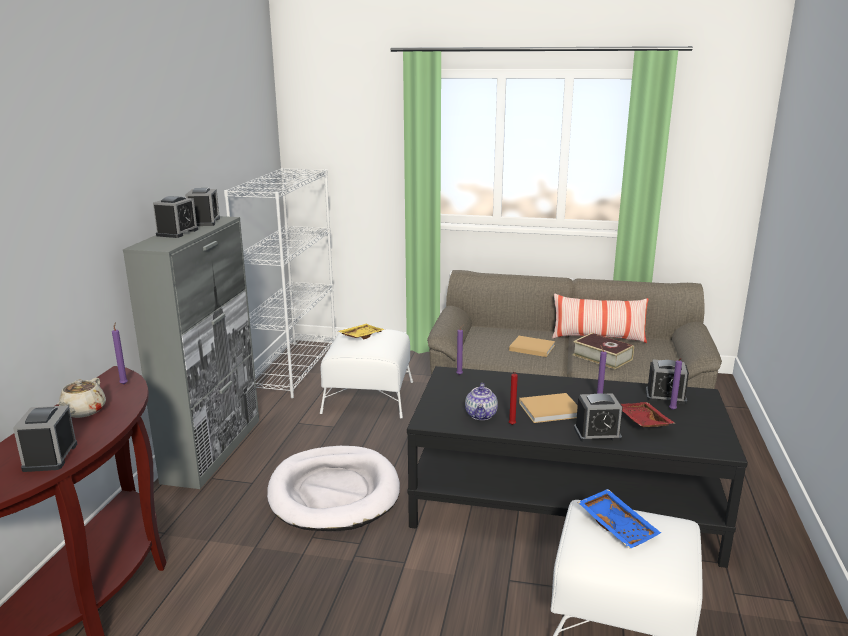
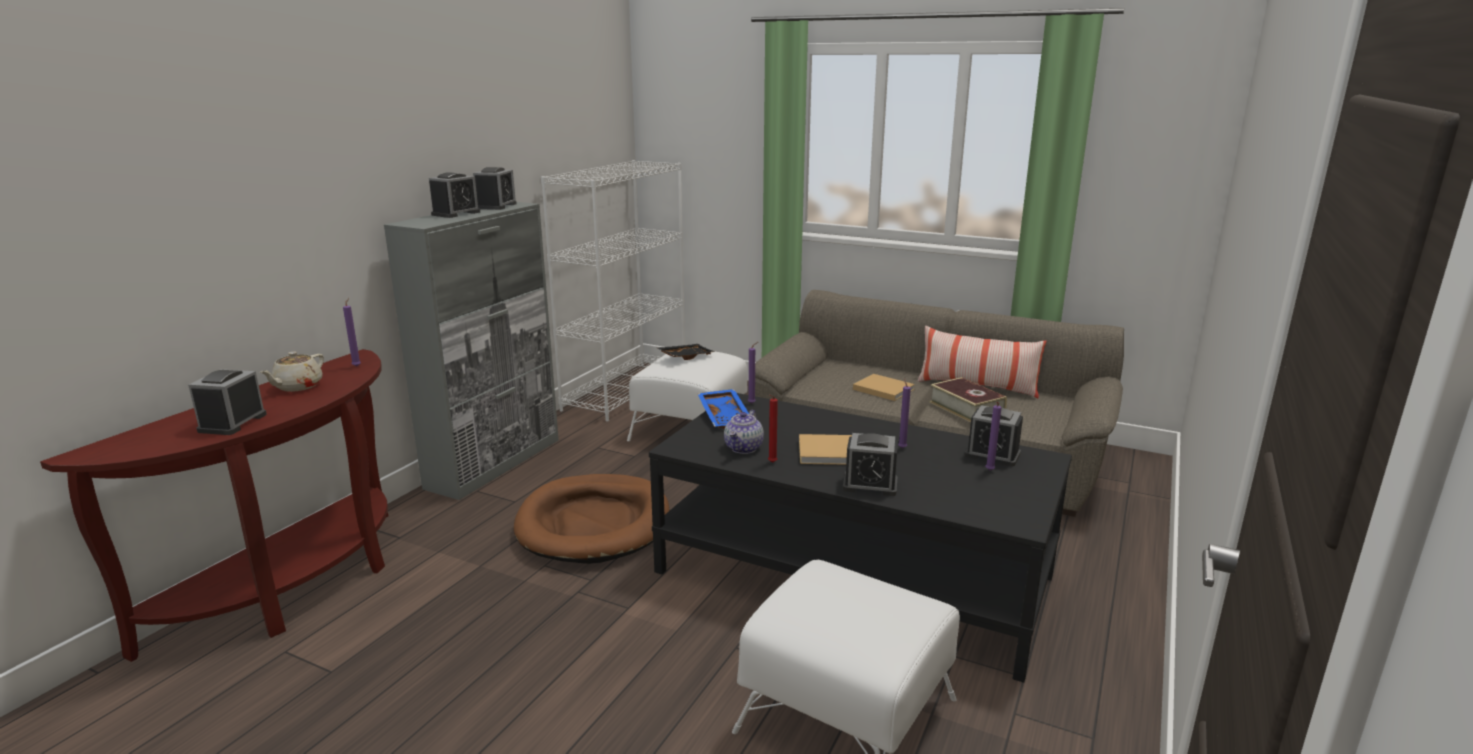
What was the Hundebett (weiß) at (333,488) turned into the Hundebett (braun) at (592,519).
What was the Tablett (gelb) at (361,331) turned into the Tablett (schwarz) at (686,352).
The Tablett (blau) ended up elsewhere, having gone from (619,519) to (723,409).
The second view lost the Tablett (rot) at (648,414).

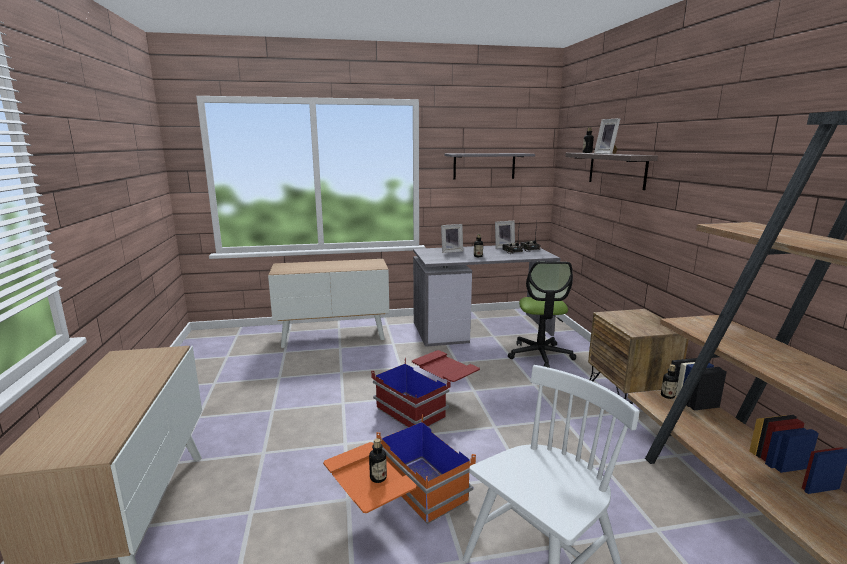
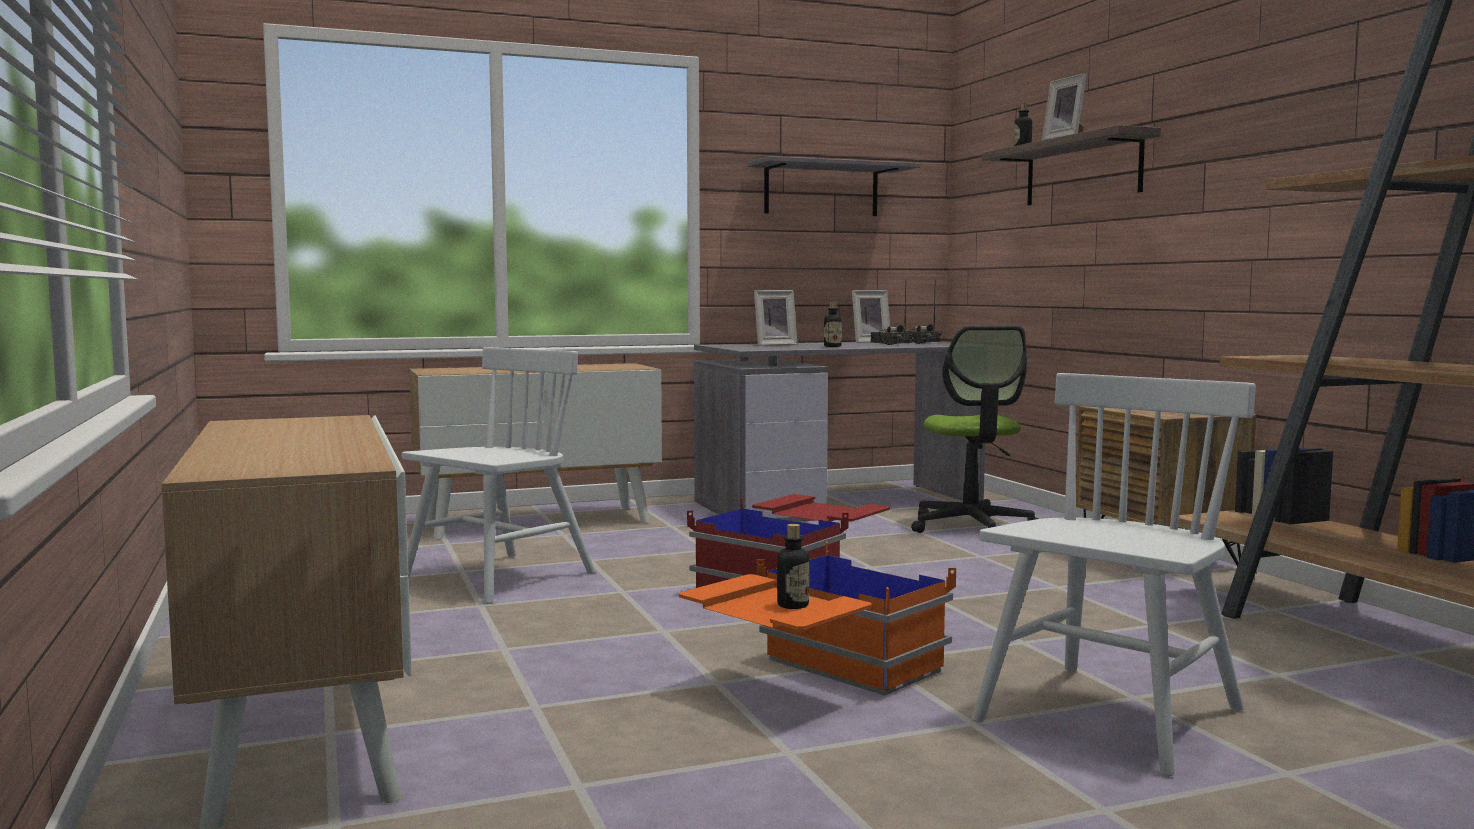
The second view lost the Flasche at (669,381).
The second view gained the Stuhl (weiß) at (499,475).

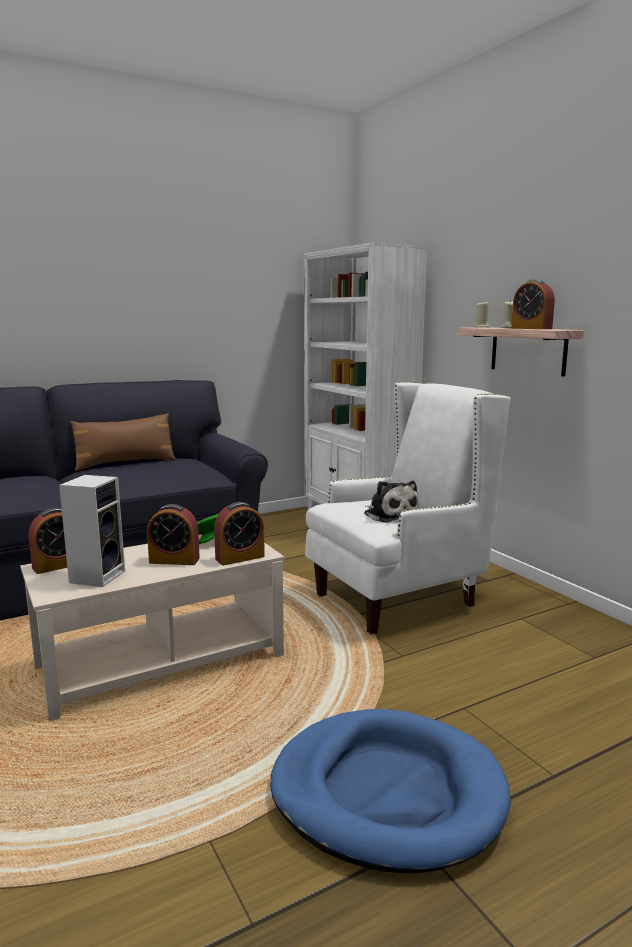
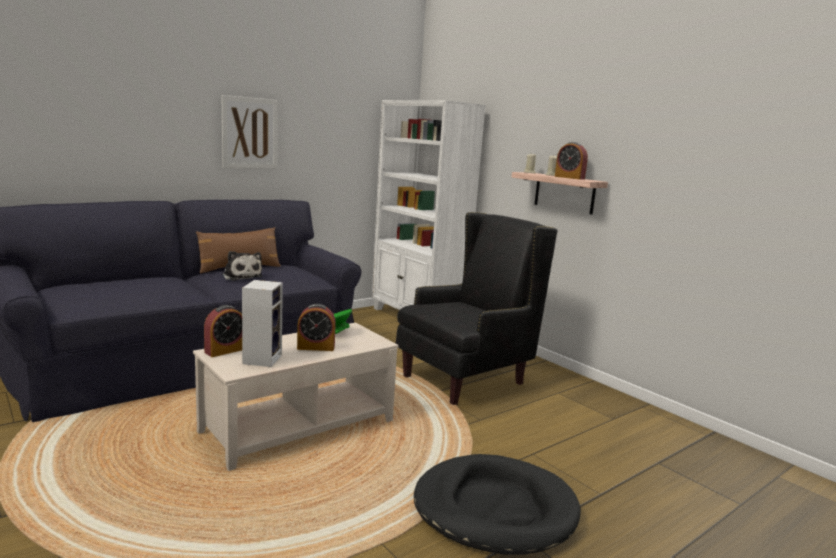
The second view lost the Wecker at (239,534).
What was the Hundebett (blau) at (391,791) turned into the Hundebett (schwarz) at (497,504).
What was the Sessel (weiß) at (407,508) turned into the Sessel (schwarz) at (477,308).
The Plüschtier ended up elsewhere, having gone from (391,501) to (242,266).
The second view gained the Bild at (250,132).

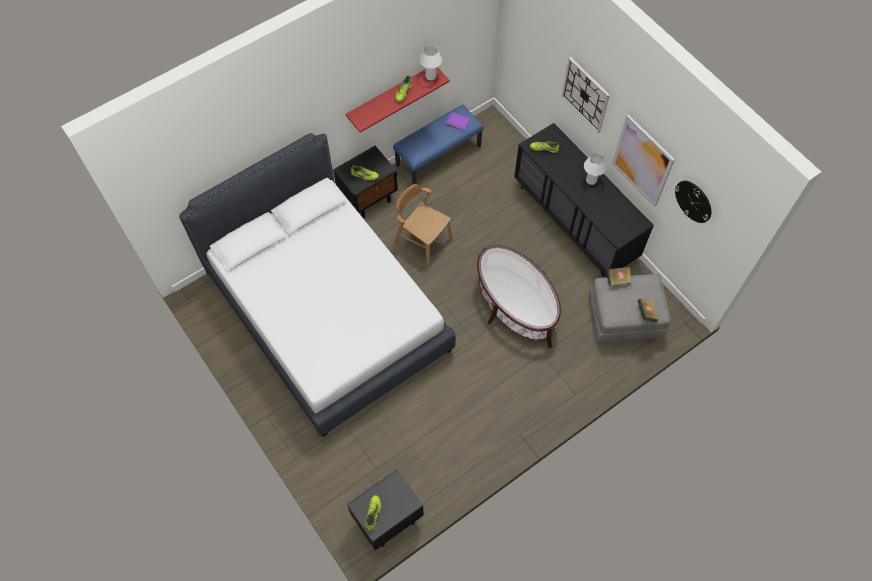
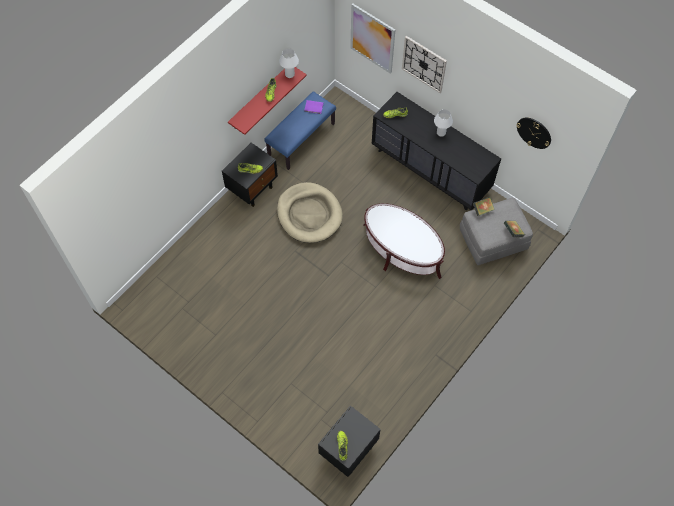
The second view lost the Bett (weiß) at (317,285).
Where the Stuhl (braun) stood at (423,225), the Hundebett (beige) came to stand at (310,212).
The Bild ended up elsewhere, having gone from (643,160) to (372,38).

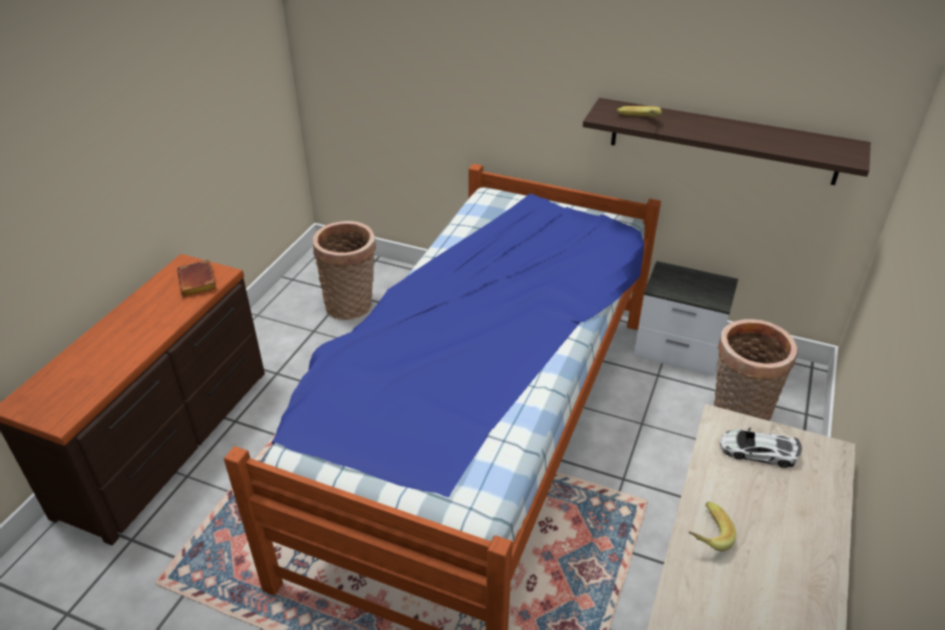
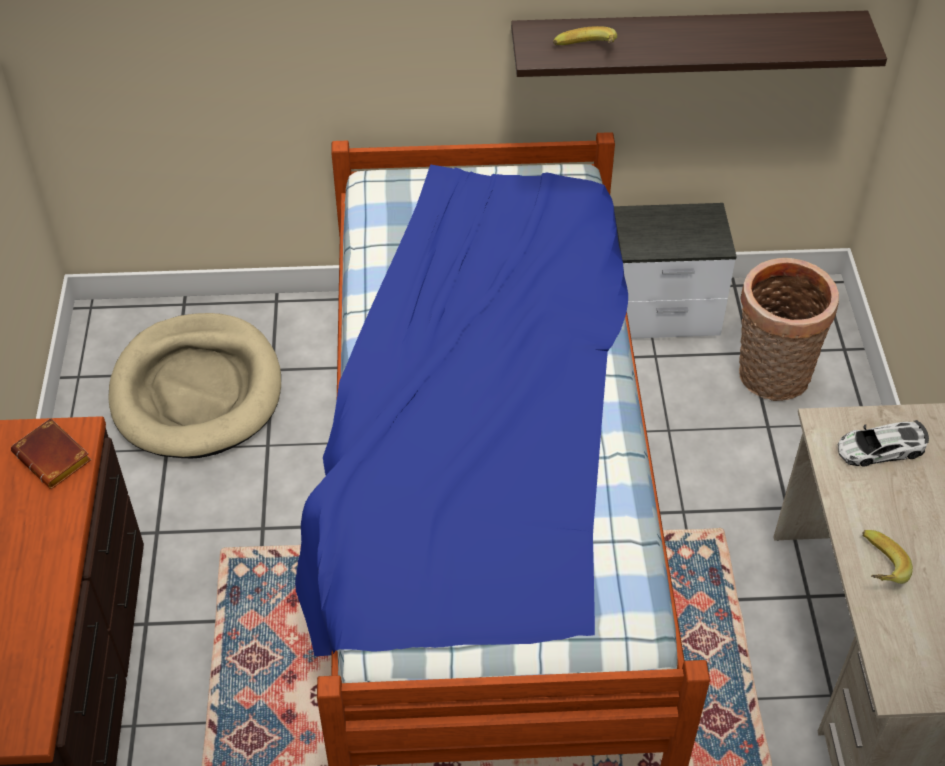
Where the Korb stood at (344,270), the Hundebett (beige) came to stand at (194,385).

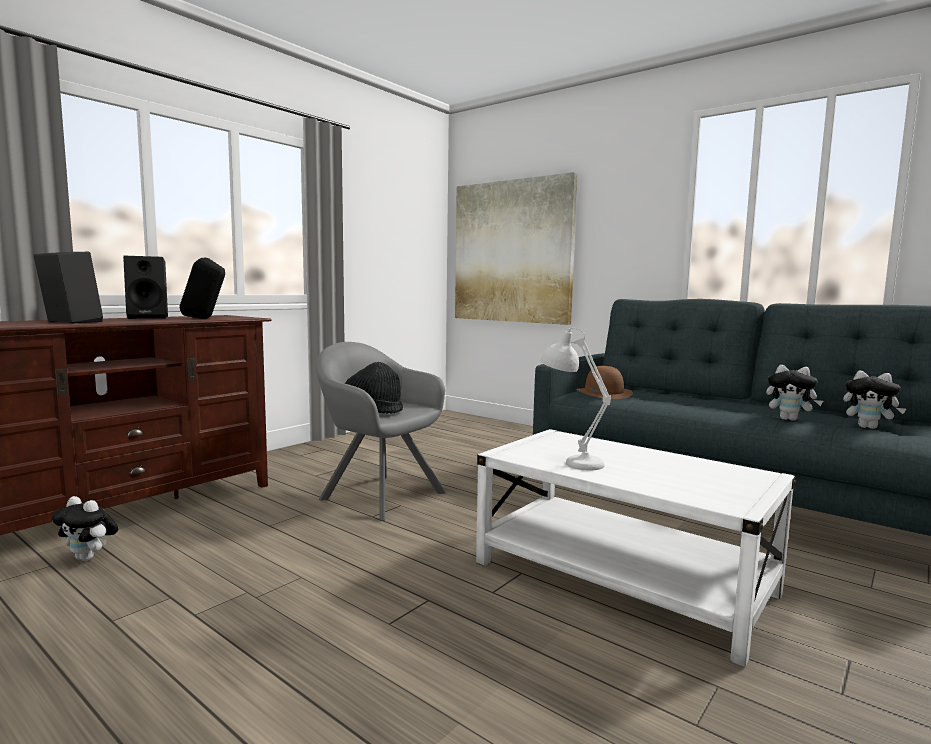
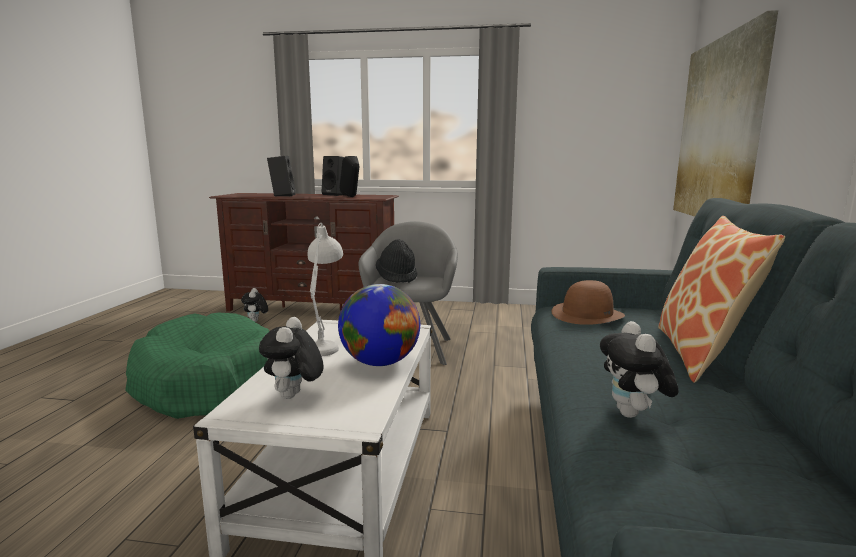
The Plüschtier ended up elsewhere, having gone from (874,400) to (291,358).
The second view gained the Hundebett (grün) at (197,366).
The second view gained the Globus at (379,325).
The second view gained the Kissen at (721,299).

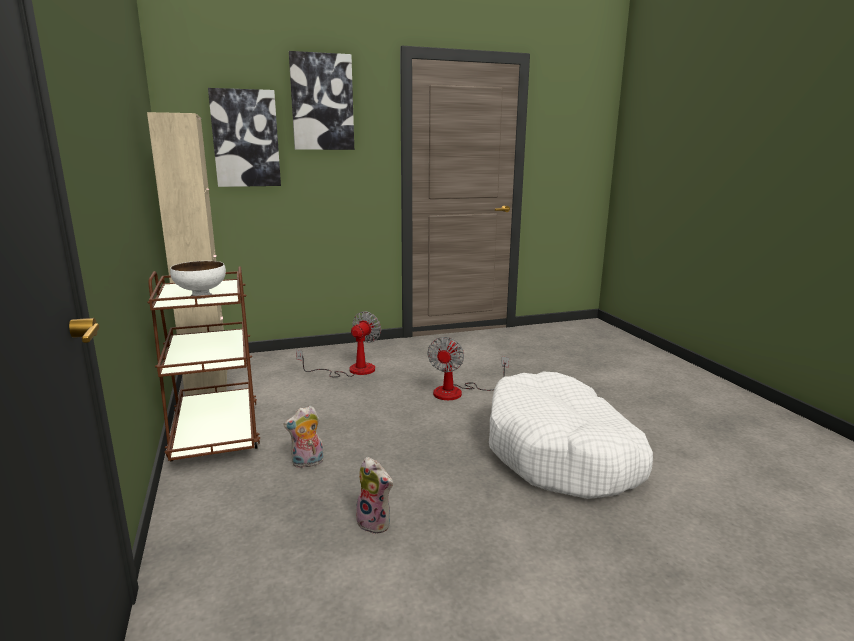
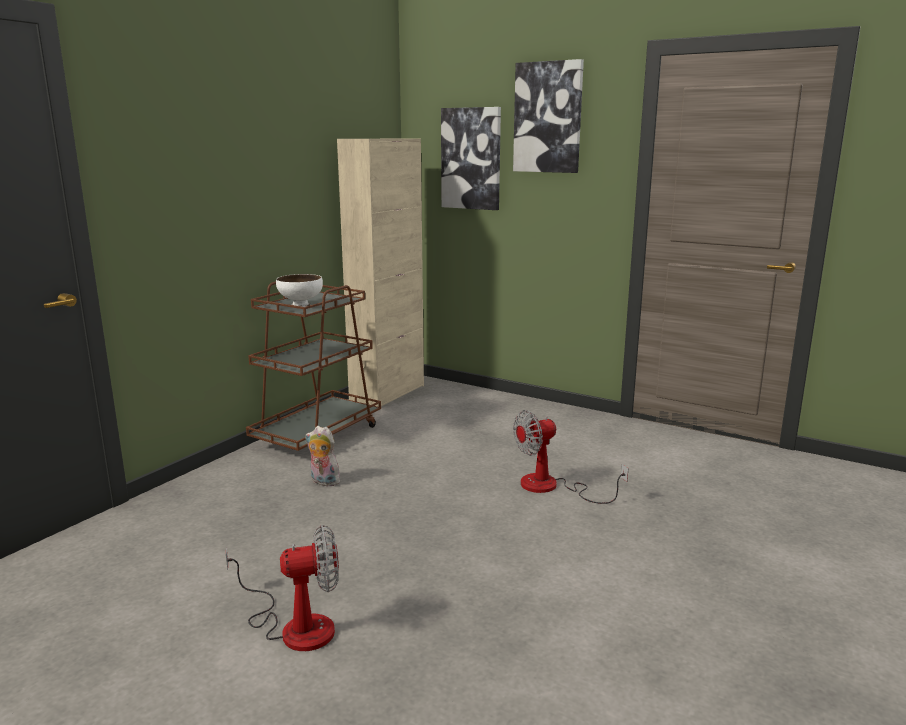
The Ventilator ended up elsewhere, having gone from (338,344) to (282,588).
The second view lost the Plüschtier at (374,495).
The second view lost the Hundebett (weiß) at (571,435).

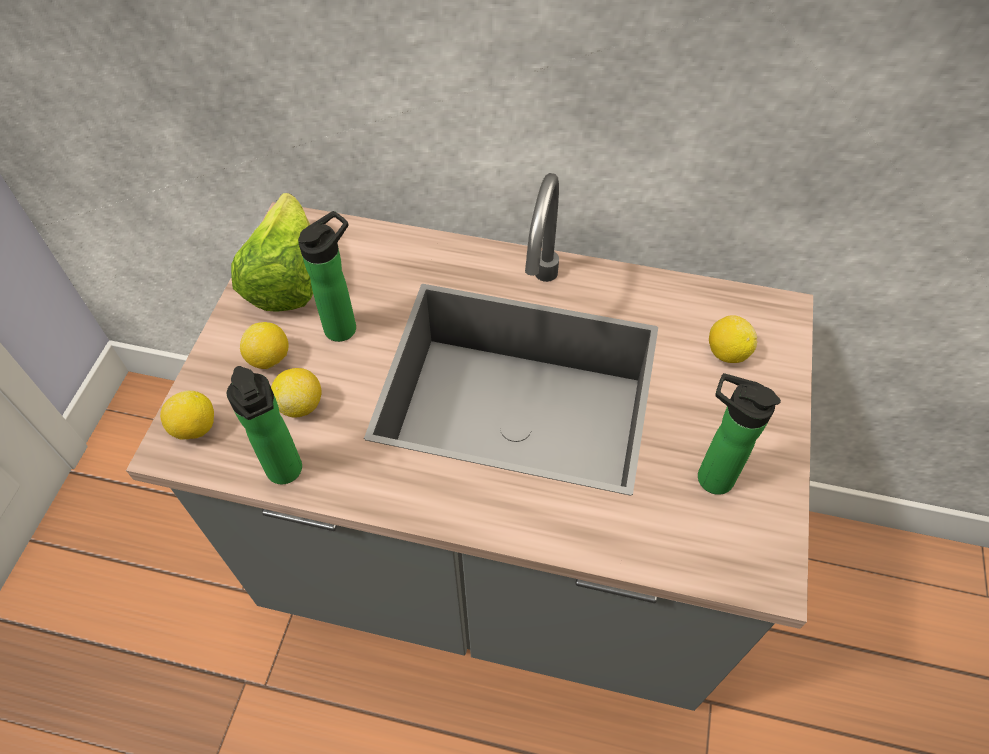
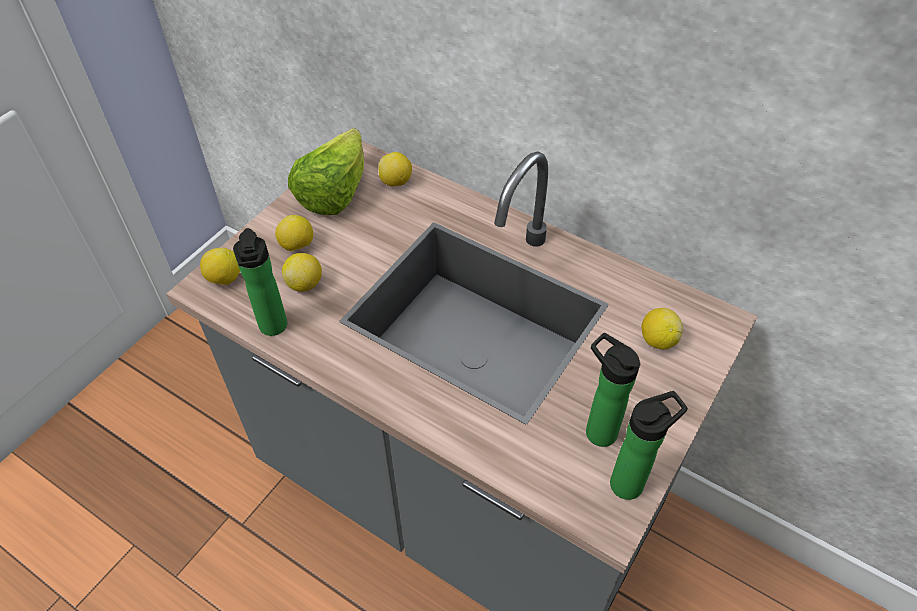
The Flasche ended up elsewhere, having gone from (327,276) to (649,445).
The second view gained the Zitrone at (395,169).

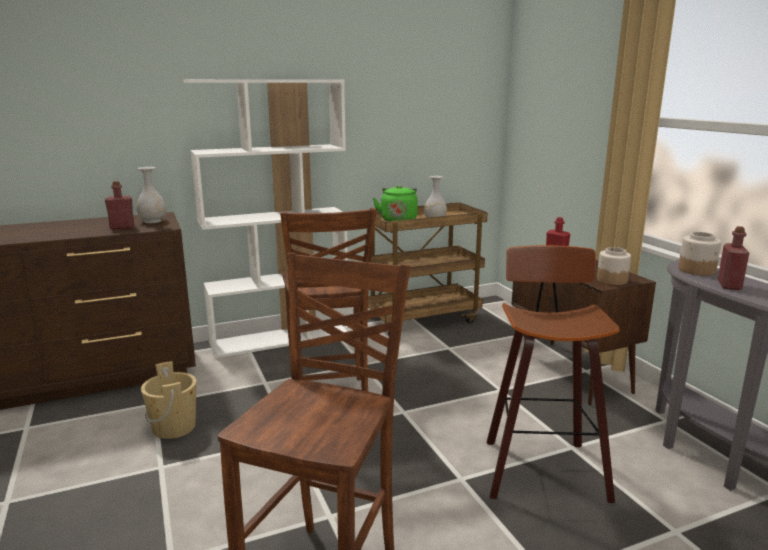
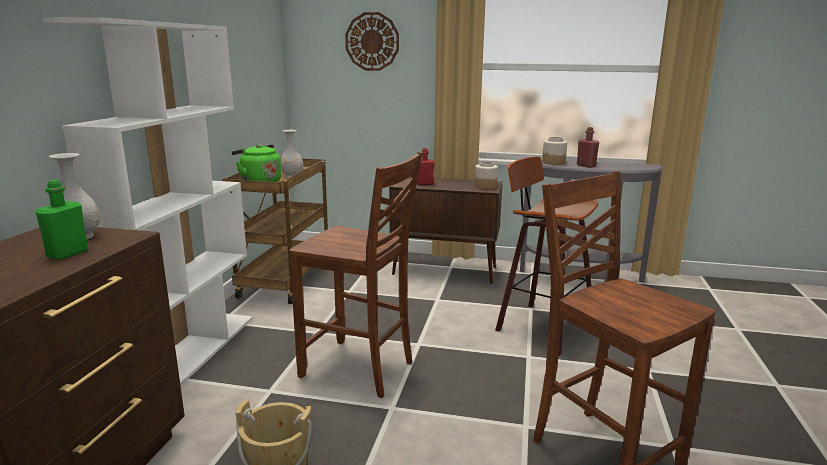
What was the Flasche (rot) at (119,205) turned into the Flasche (grün) at (62,220).
The second view gained the Wanduhr at (372,41).

